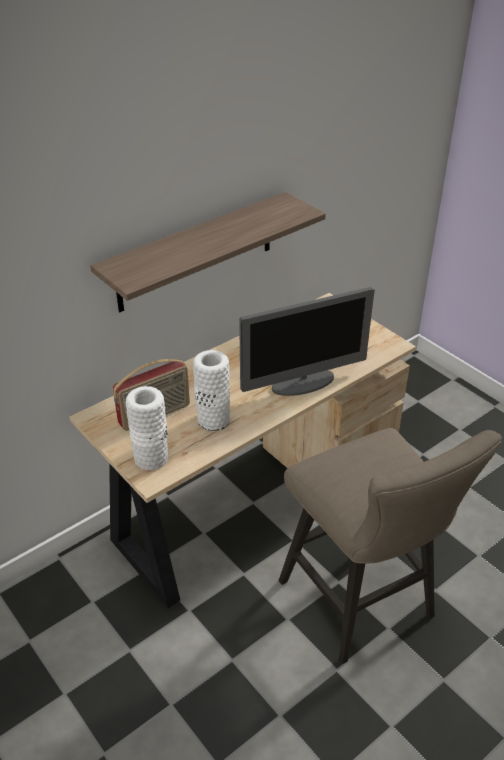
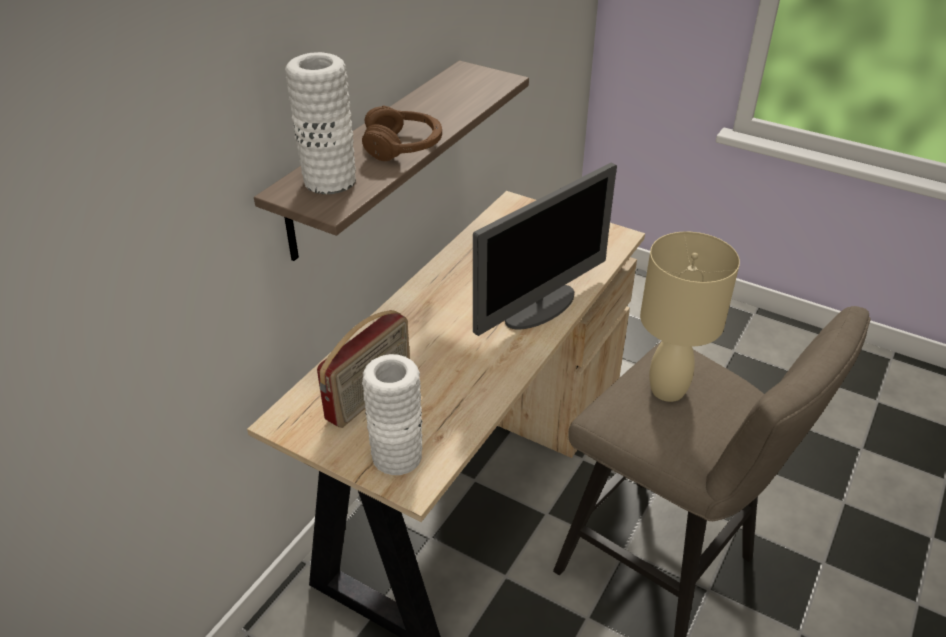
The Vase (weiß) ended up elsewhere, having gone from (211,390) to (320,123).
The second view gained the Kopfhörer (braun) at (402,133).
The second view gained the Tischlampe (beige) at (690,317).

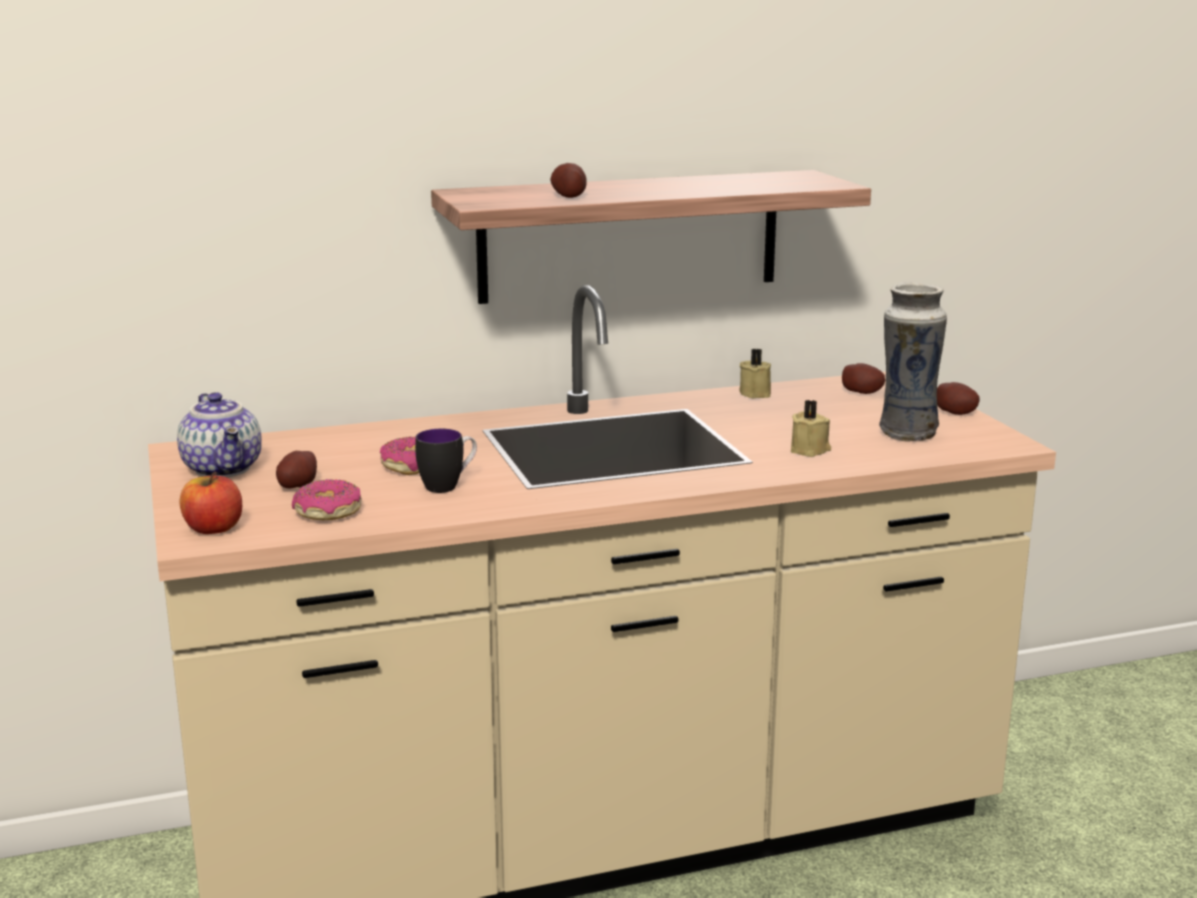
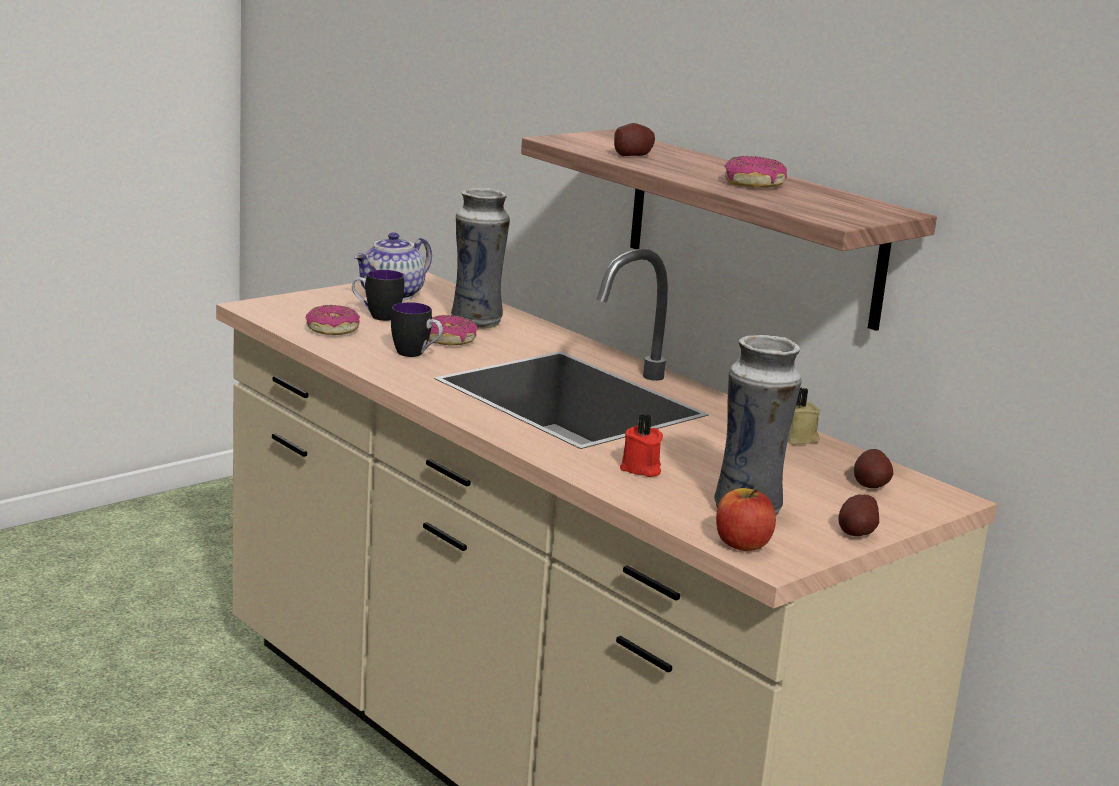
The Apfel ended up elsewhere, having gone from (210,503) to (746,519).
Where the Kartoffel stood at (296,469), the Henkelbecher came to stand at (378,295).
What was the Kerze (beige) at (811,428) turned into the Kerze (rot) at (641,445).
The second view gained the Vase at (480,258).
The second view gained the Donut at (756,172).

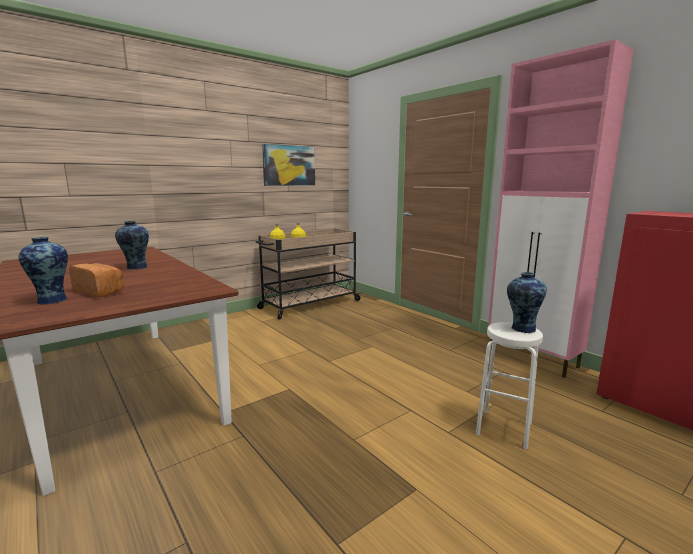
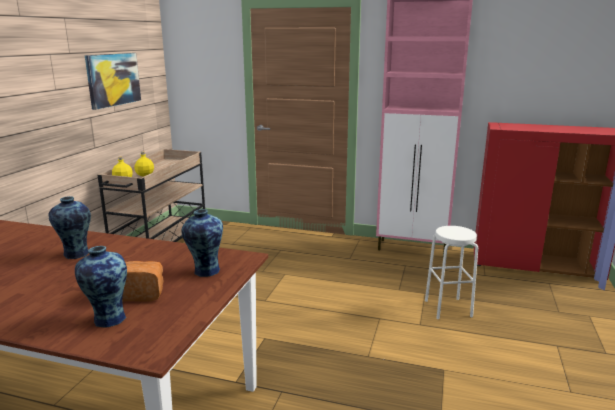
The Vase ended up elsewhere, having gone from (527,302) to (202,243).

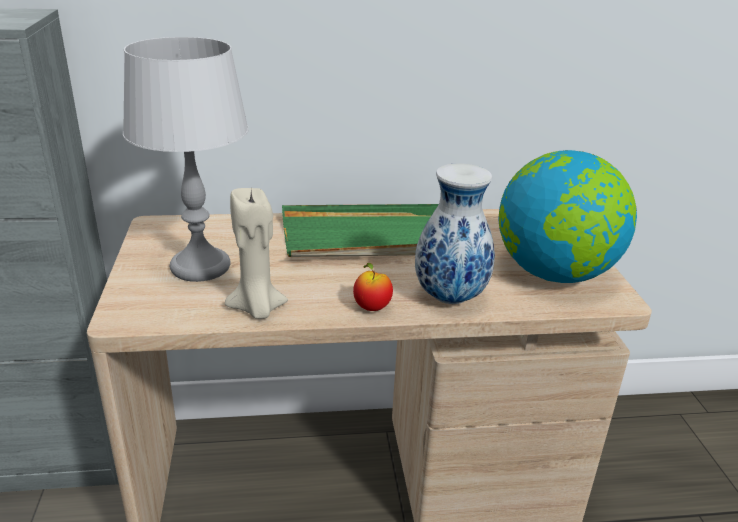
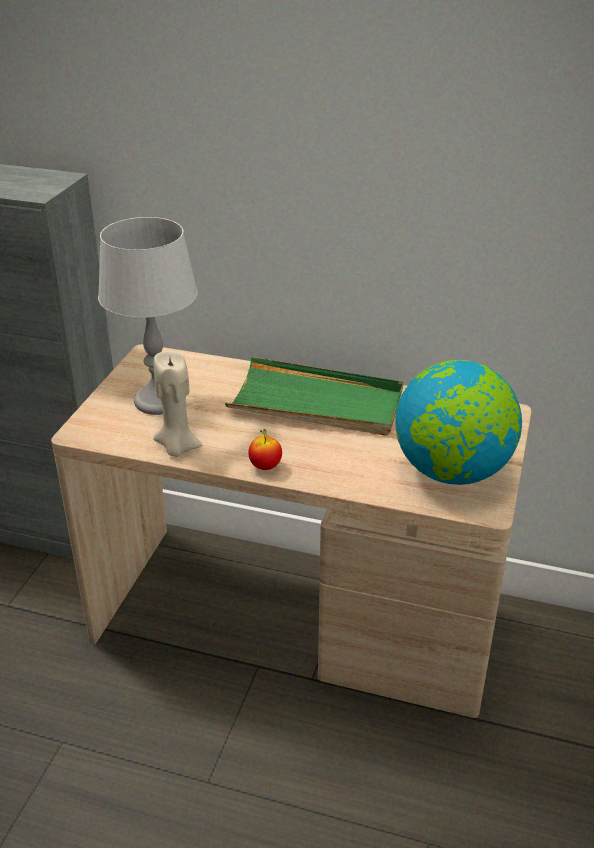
The second view lost the Vase at (455,233).

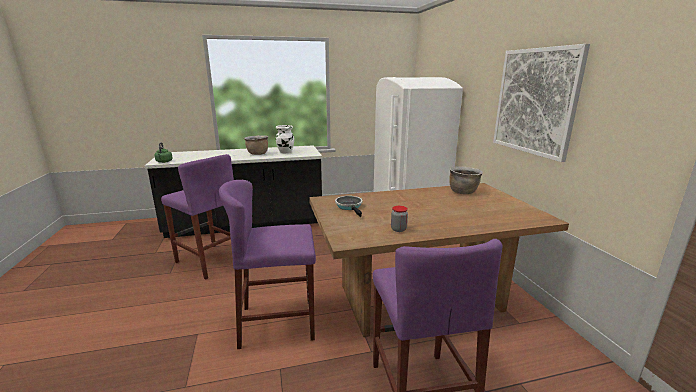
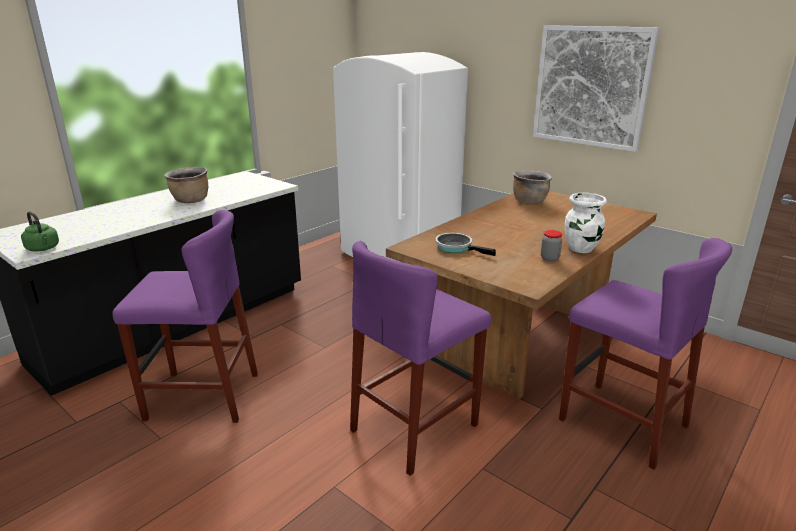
The Vase (weiß) ended up elsewhere, having gone from (285,139) to (586,223).

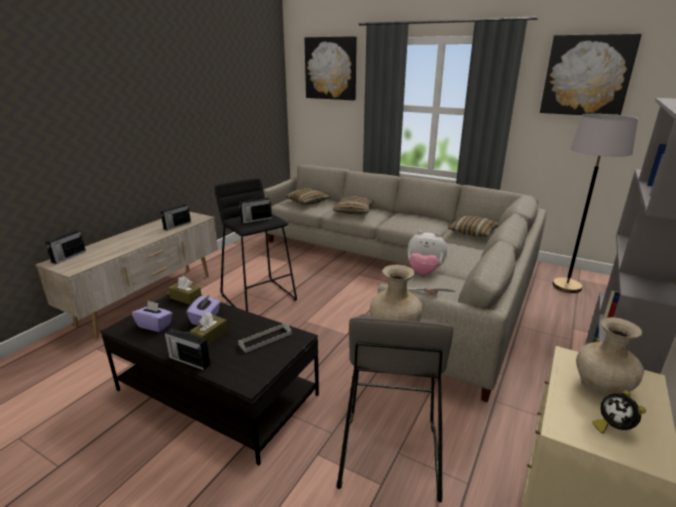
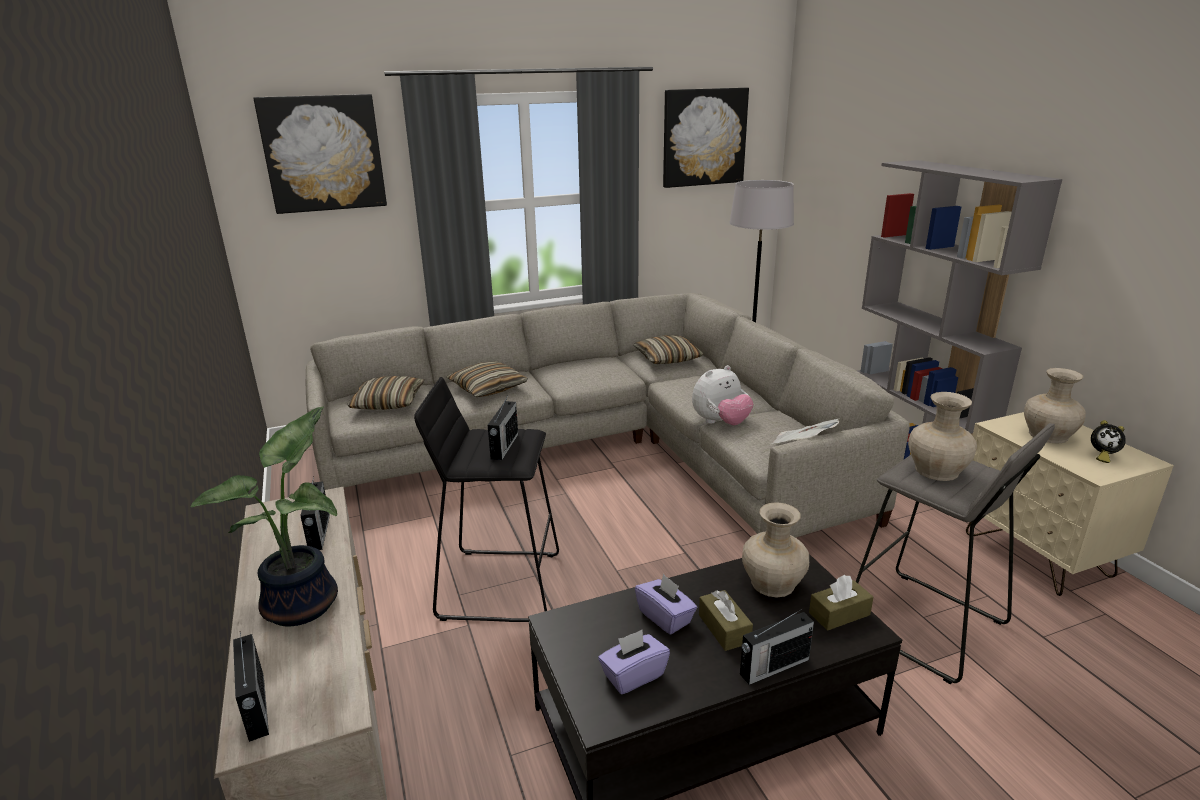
The Taschentuchbox (braun) ended up elsewhere, having gone from (185,290) to (841,603).
Where the Tablett (grau) stood at (265,338), the Vase (beige) came to stand at (775,550).
The second view gained the Topfpflanze at (264,516).

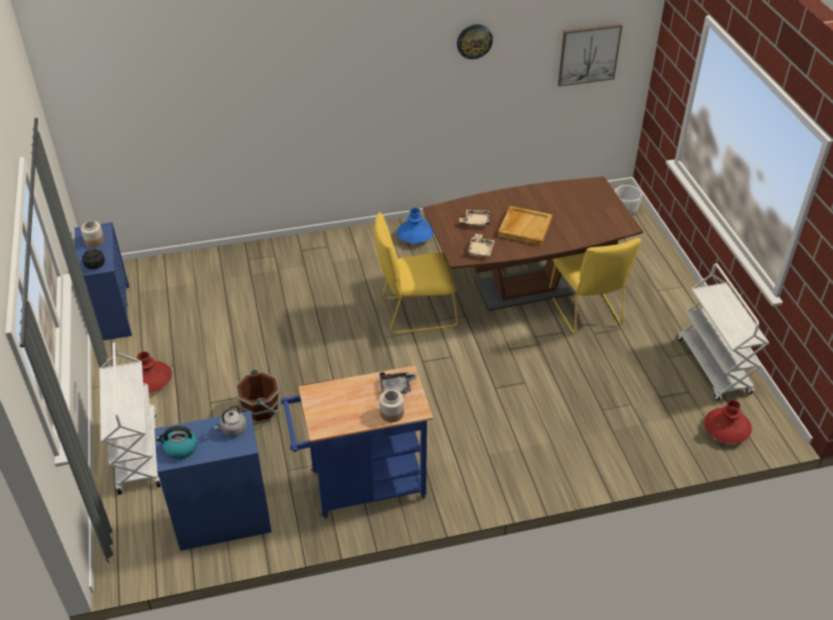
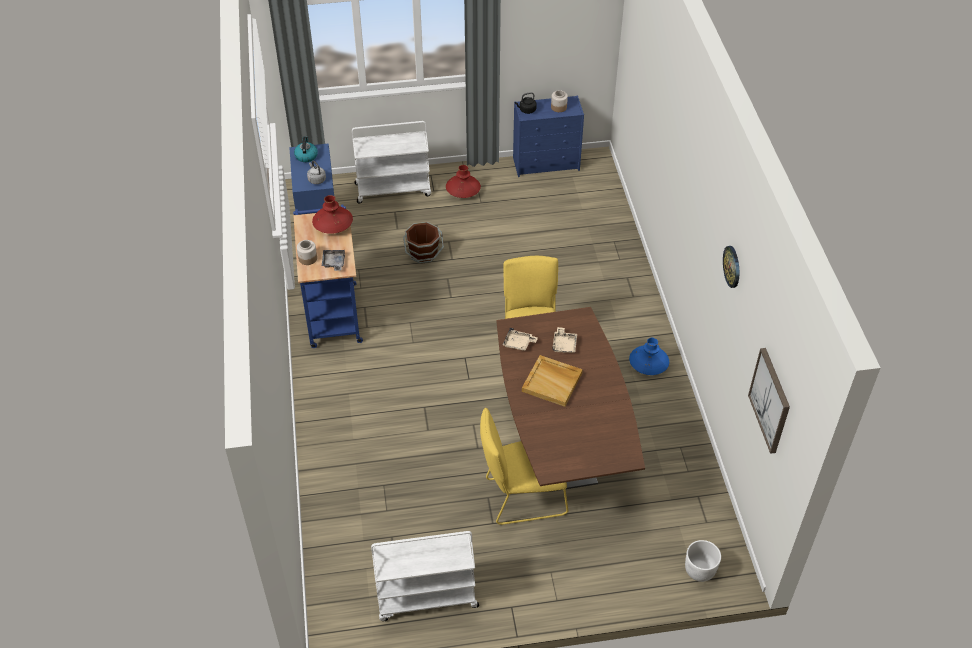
The Vase (rot) ended up elsewhere, having gone from (728,422) to (332,214).

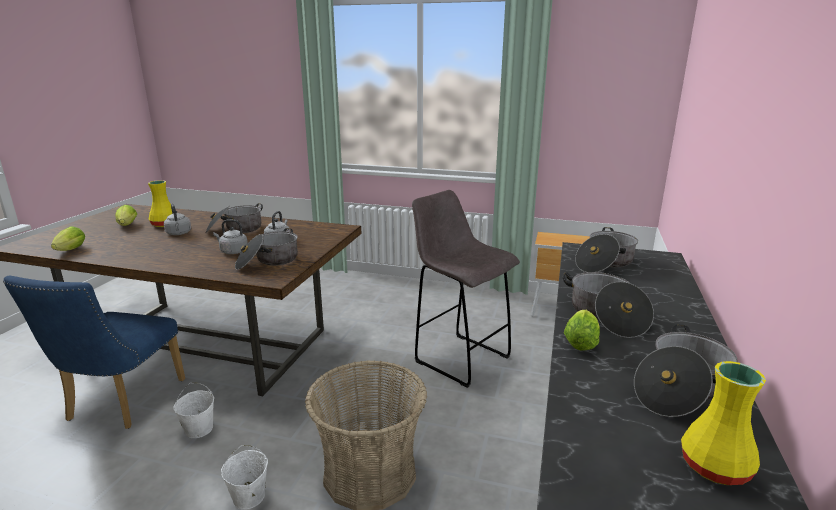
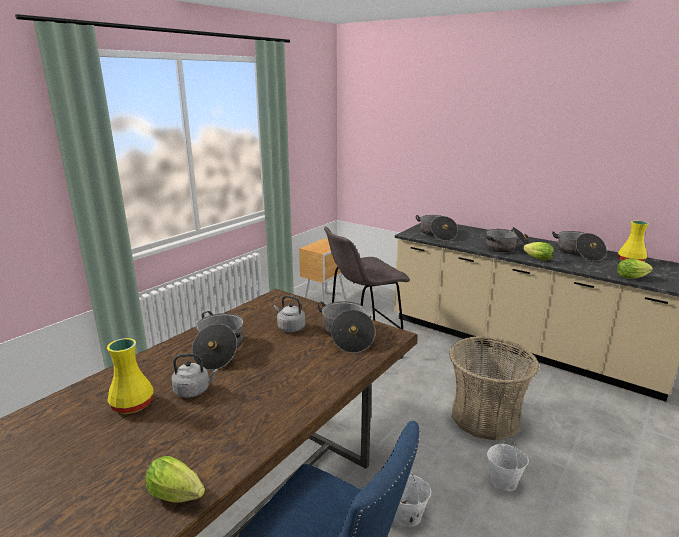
The Salatkopf ended up elsewhere, having gone from (126,215) to (635,269).
The second view lost the Wasserkessel (grau) at (230,237).

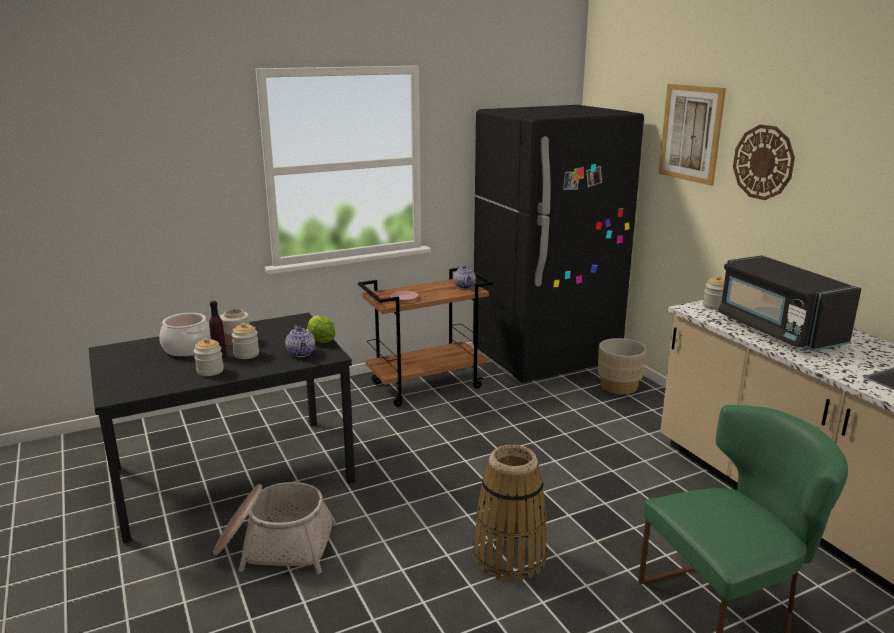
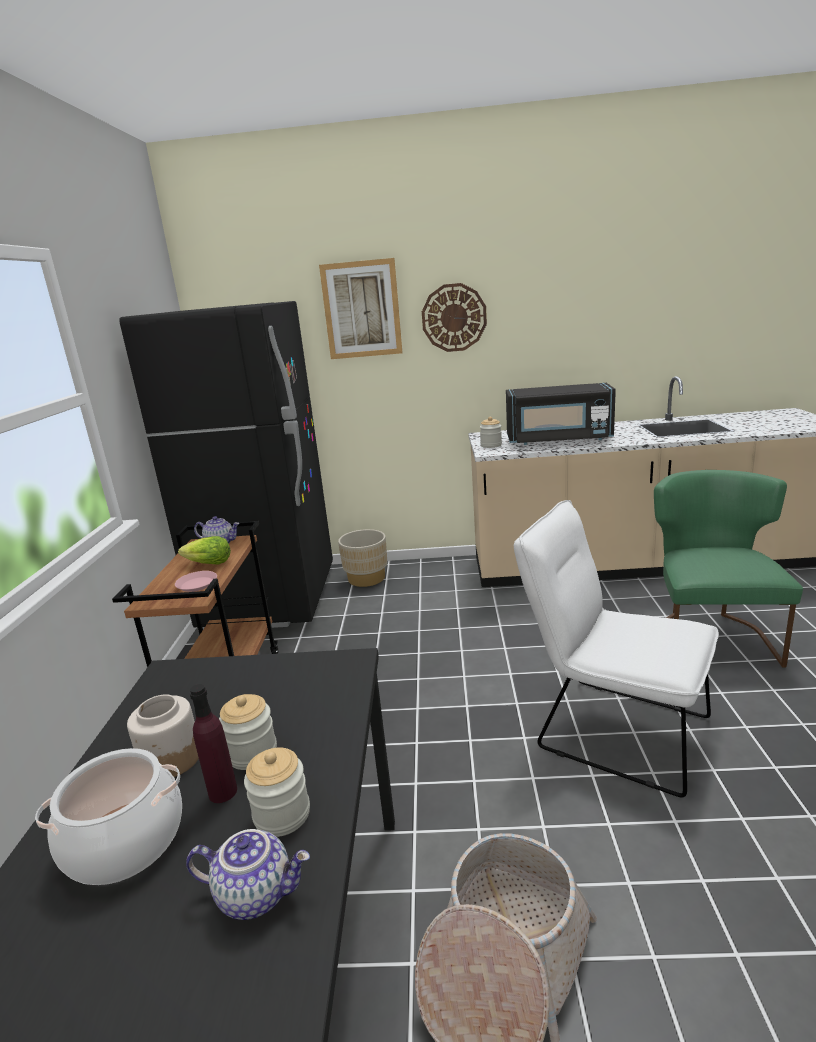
The Teekanne ended up elsewhere, having gone from (300,341) to (248,874).
The Salatkopf ended up elsewhere, having gone from (321,329) to (204,550).
Where the Korb stood at (510,513), the Stuhl (weiß) came to stand at (616,648).

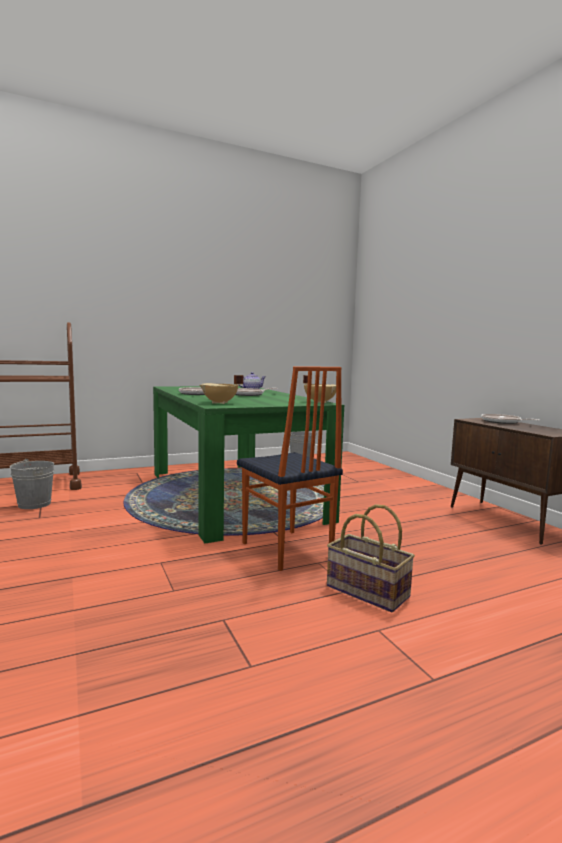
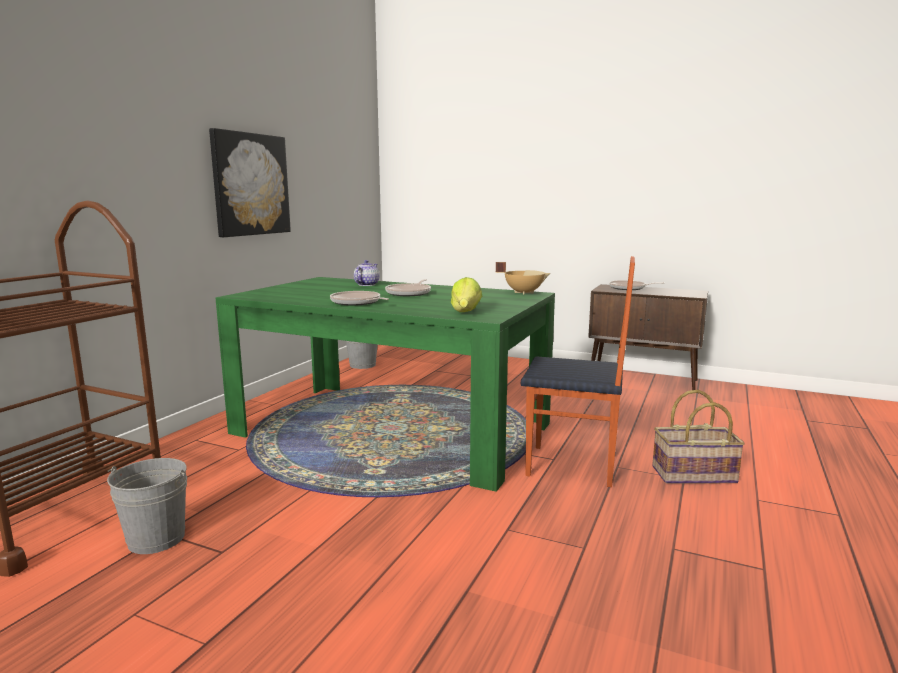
Where the Kochtopf (beige) stood at (221,389), the Salatkopf came to stand at (466,294).
The second view gained the Bild at (250,182).

